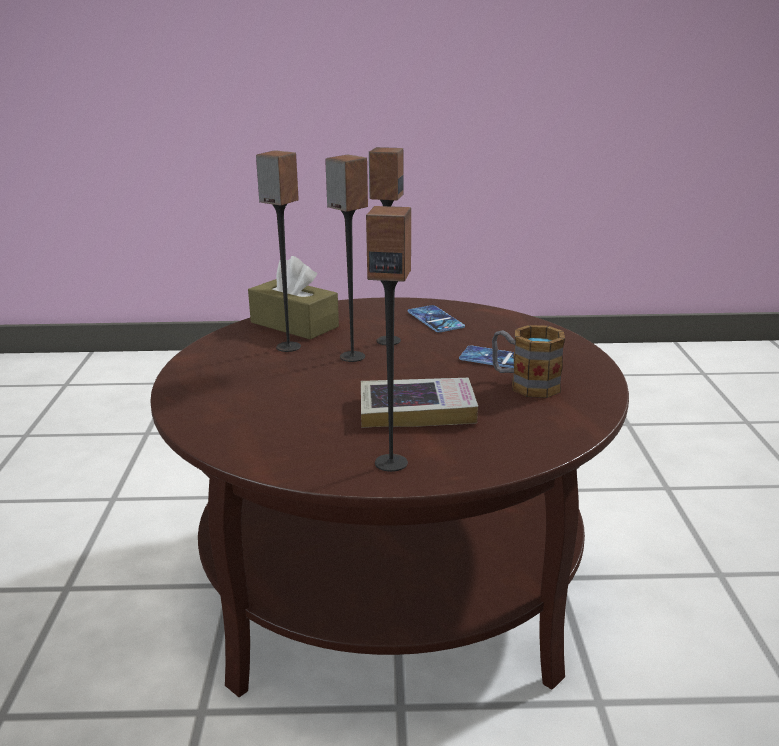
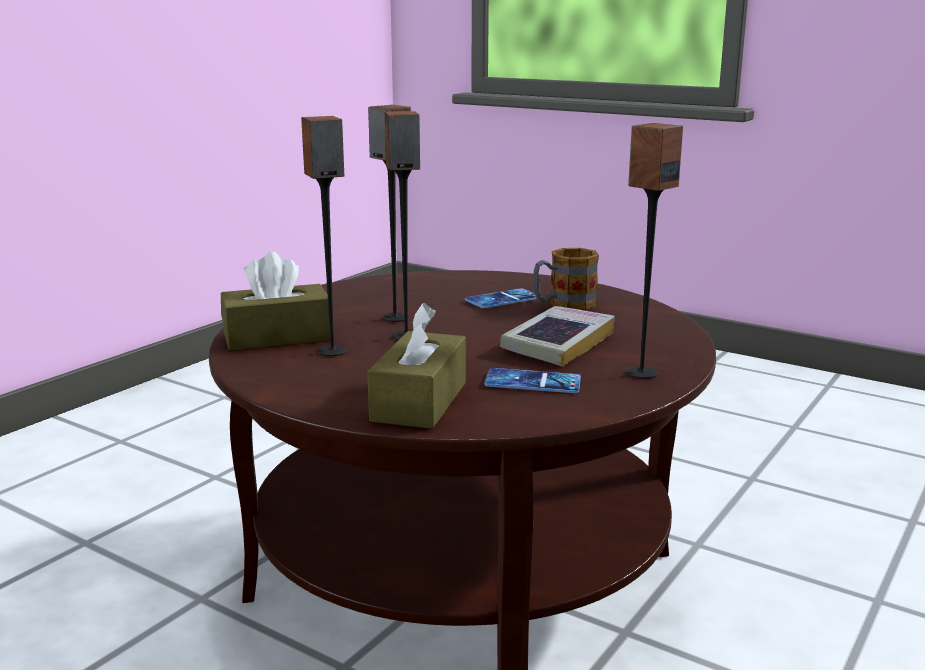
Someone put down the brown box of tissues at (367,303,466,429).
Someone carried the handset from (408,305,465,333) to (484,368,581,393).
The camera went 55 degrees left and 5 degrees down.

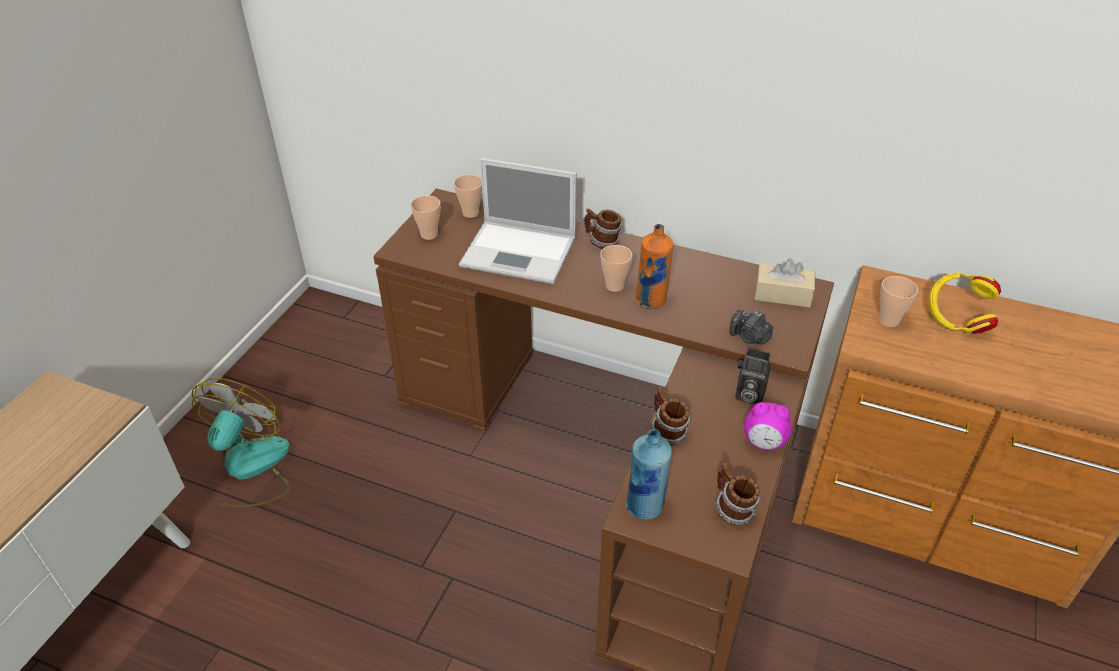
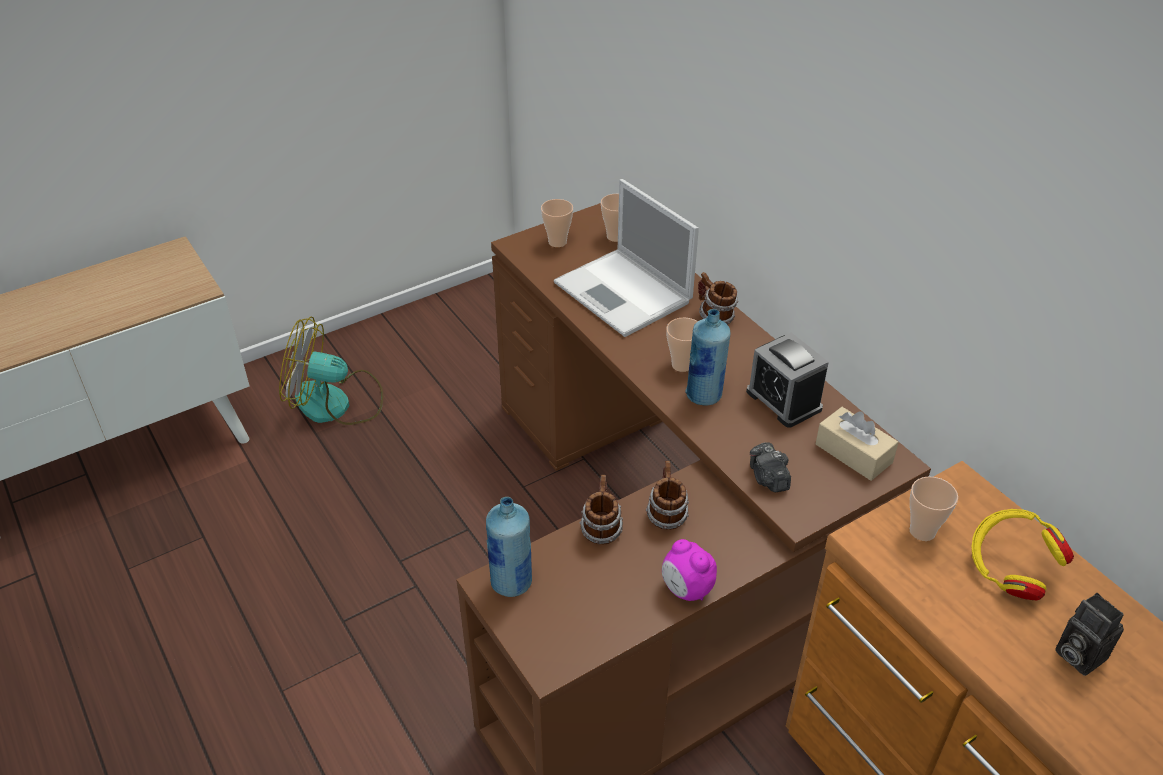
Someone put down the alarm clock at (746,333,829,428).
Someone carried the coffee mug from (715,463,760,526) to (646,461,689,530).
Someone carried the still camera from (735,348,771,405) to (1055,593,1124,676).
Someone repainted the orangey drink bottle at (636,224,673,309), which became the blue drink bottle at (685,309,730,406).
Someone rotated the electric fan at (192,378,290,507) by 135 degrees counterclockwise.
The camera went 35 degrees right and 0 degrees up.

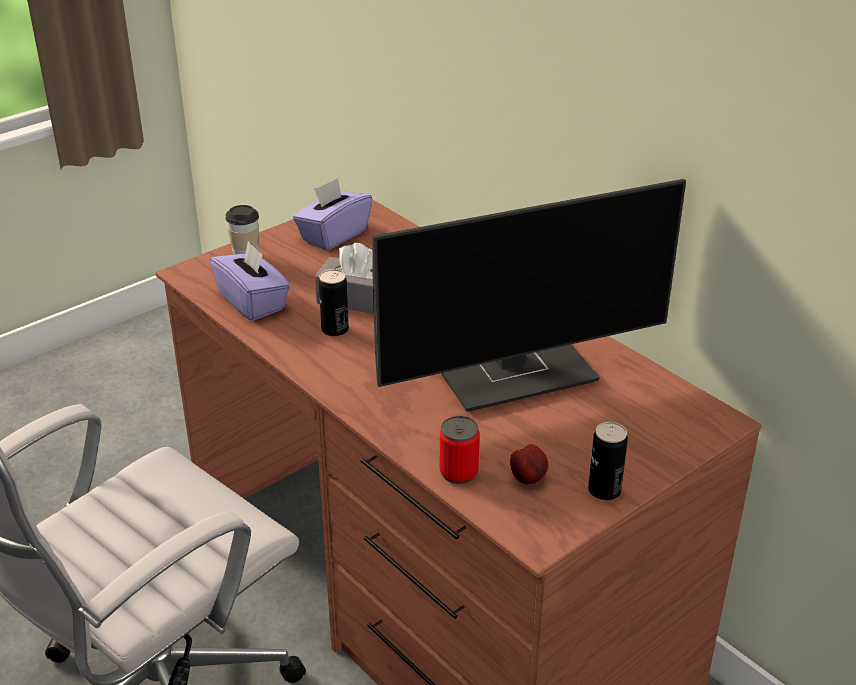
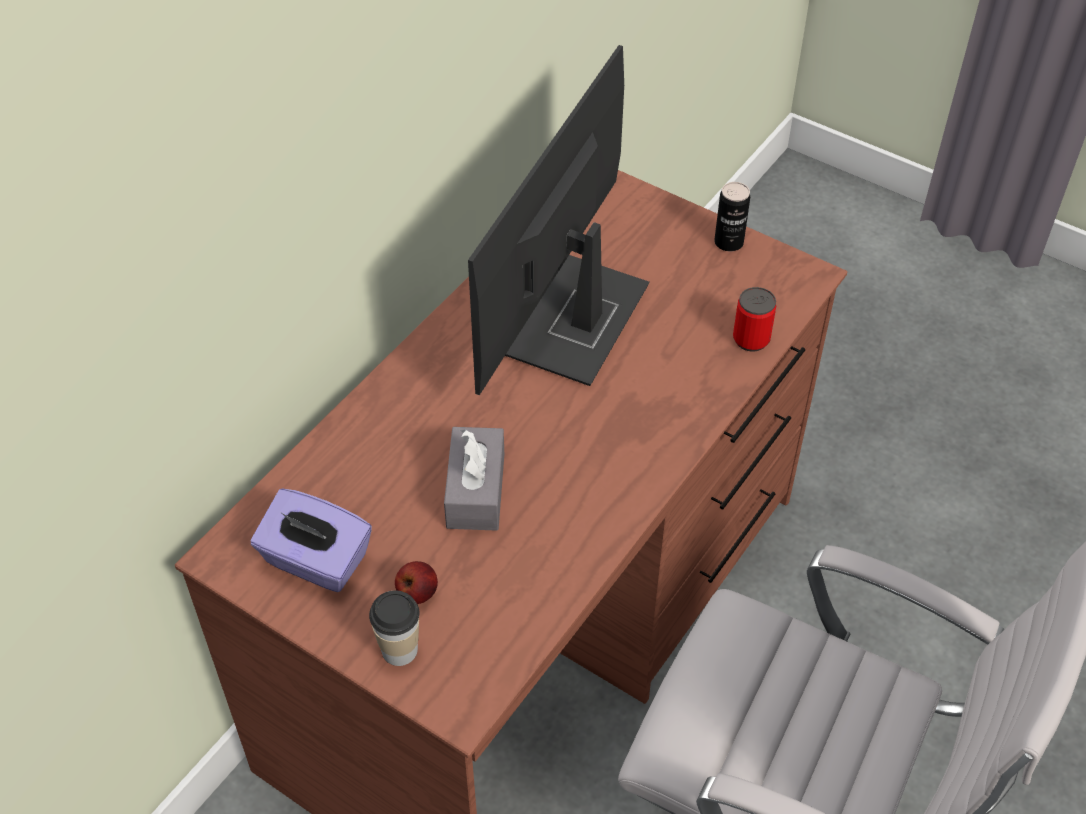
Someone took away the purple box of tissues at (210,241,290,321).
Someone took away the metal can at (319,269,349,337).
Someone carried the apple from (510,444,548,484) to (395,561,438,604).
Someone rotated the computer screen at (373,179,686,412) by 120 degrees counterclockwise.
The camera went 105 degrees left and 15 degrees up.

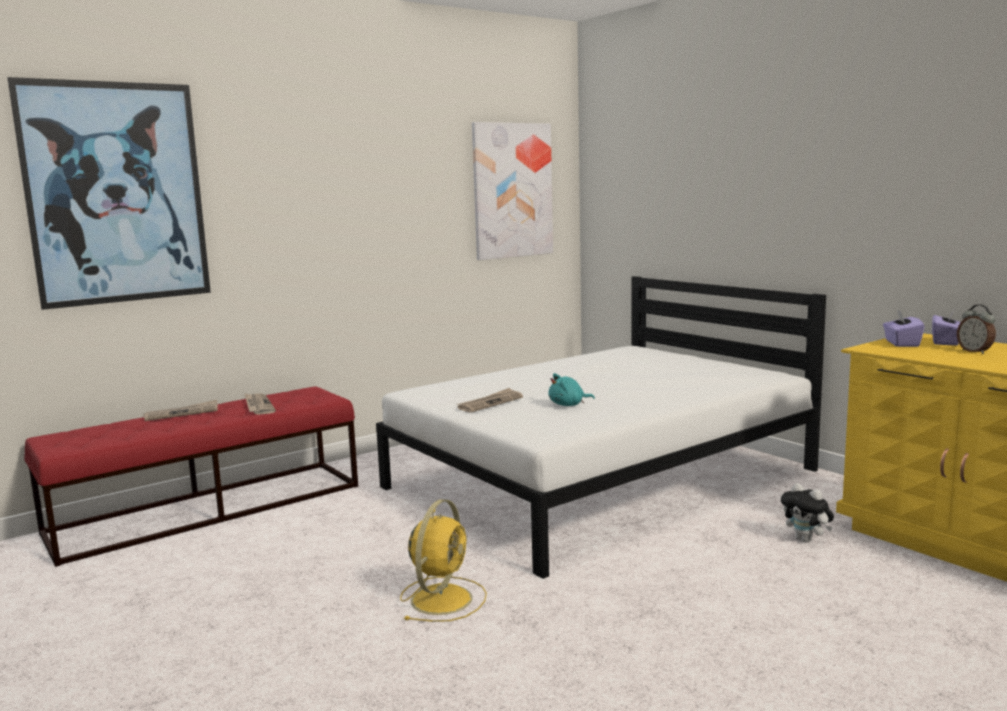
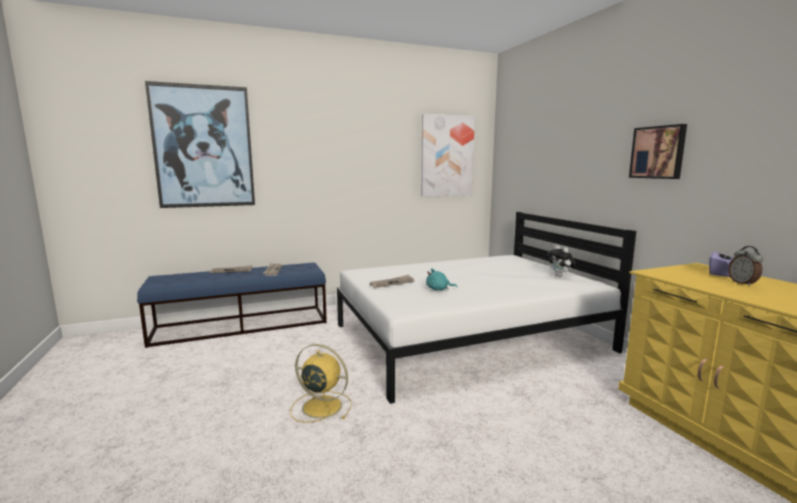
Someone took away the purple box of tissues at (883,310,925,347).
Someone put up the picture at (629,124,687,179).
Someone carried the soft toy from (781,483,834,543) to (548,245,576,276).
Someone repainted the reddish bench at (24,386,358,567), which became the blue bench at (137,263,327,348).
Someone rotated the yellow-coloured electric fan at (400,499,487,622) by 105 degrees counterclockwise.
The camera went 15 degrees right and 0 degrees up.

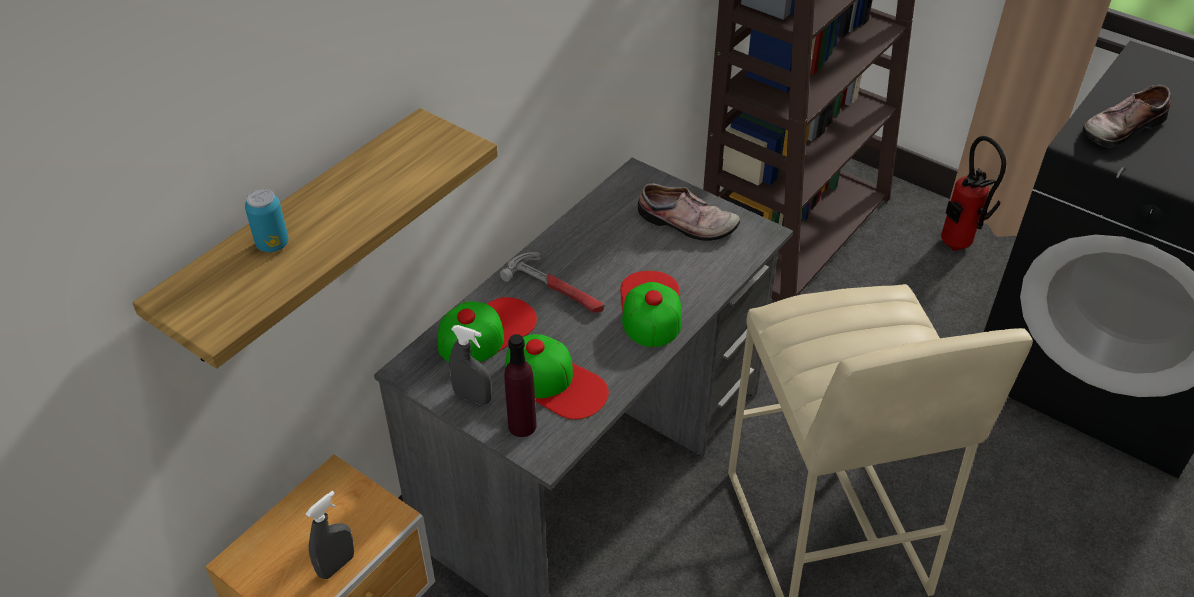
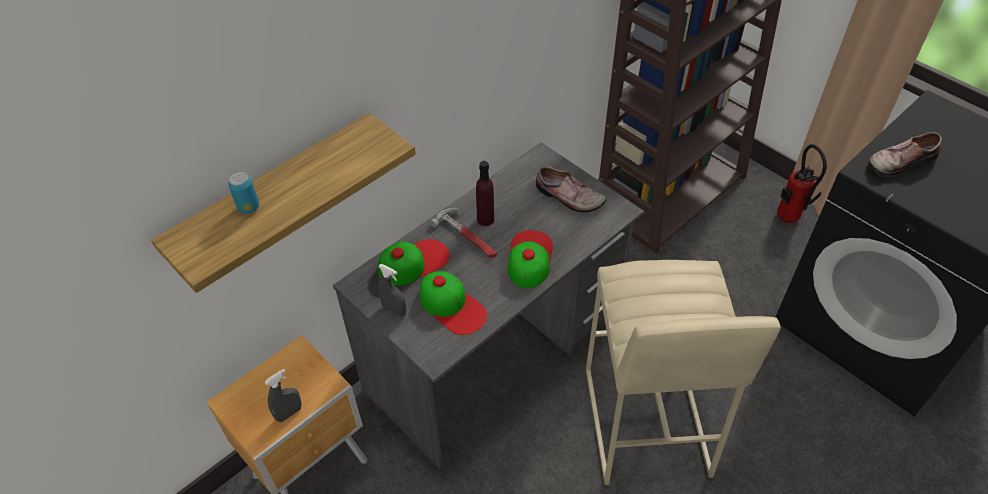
Someone carried the purple drink bottle from (504,334,537,437) to (476,161,494,226).
The camera went 10 degrees right and 5 degrees up.

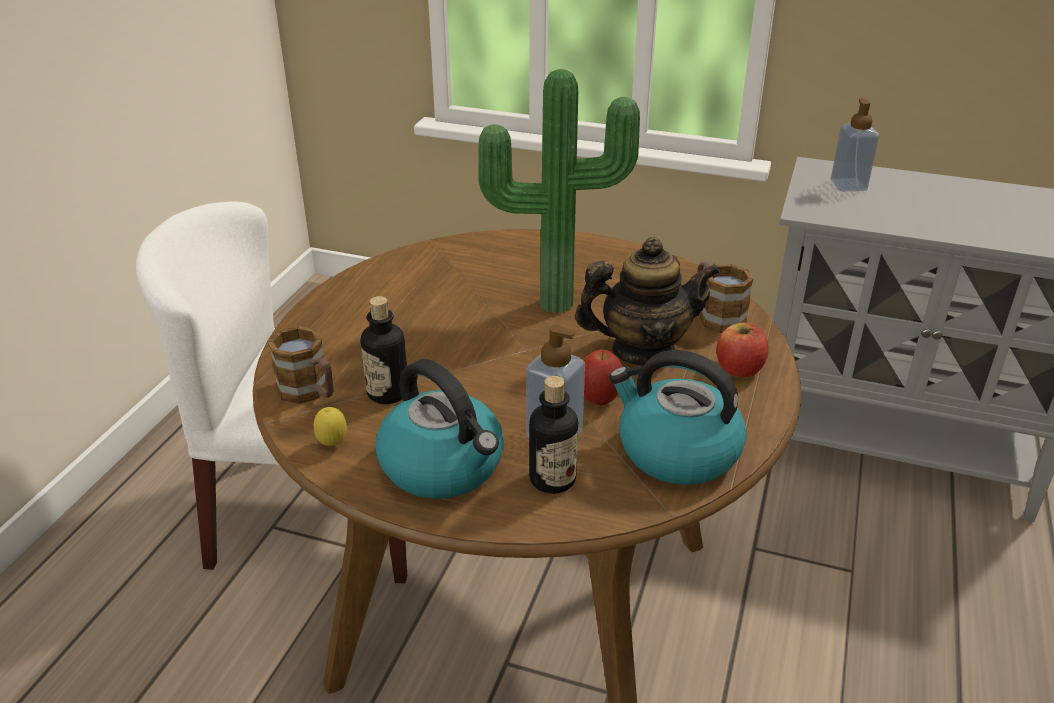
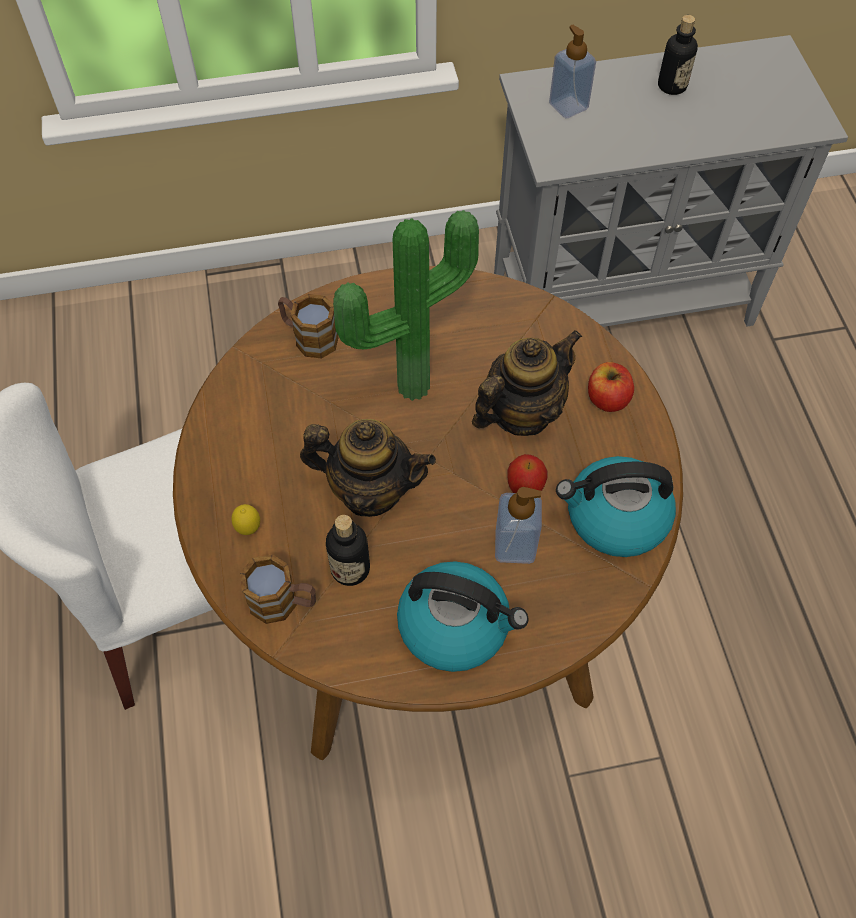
Someone put down the teapot at (300,419,436,517).
Someone carried the whole lemon from (314,407,347,446) to (231,504,260,535).
Someone carried the drink bottle from (529,376,578,494) to (658,15,698,95).
Someone carried the coffee mug from (697,262,753,333) to (278,294,339,359).
The camera went 30 degrees left and 25 degrees up.

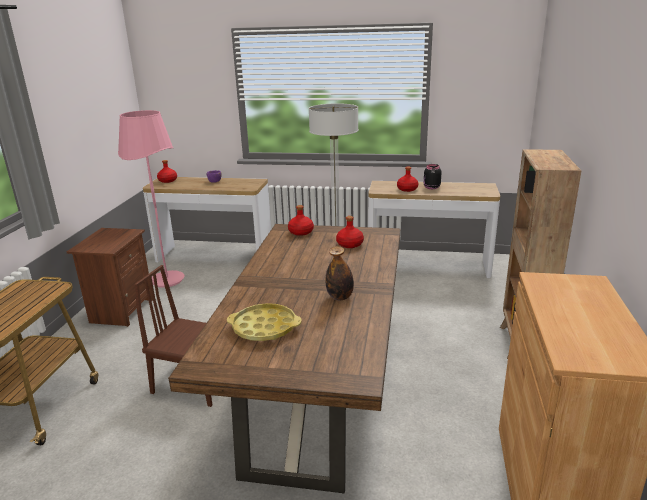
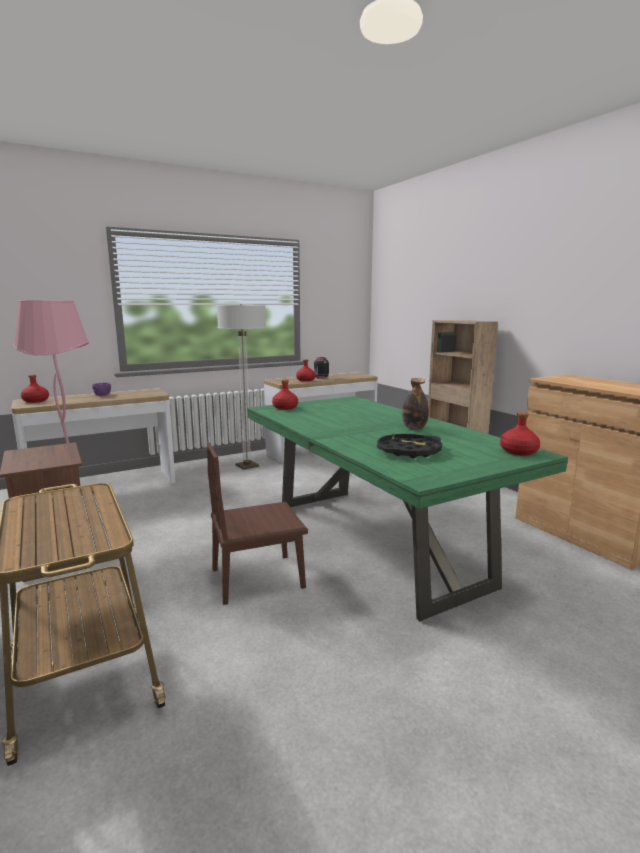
Someone carried the reddish drink bottle from (336,216,364,248) to (500,412,540,455).
Someone repainted the brown dining table at (168,224,400,493), which became the green-coloured dining table at (247,396,568,621).
Someone repainted the yellow-coloured carrying tray at (227,303,302,341), which became the blackish carrying tray at (377,434,442,458).
The camera went 40 degrees left and 10 degrees down.

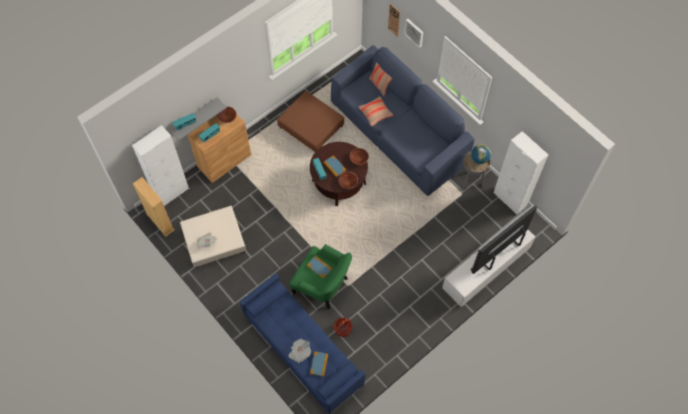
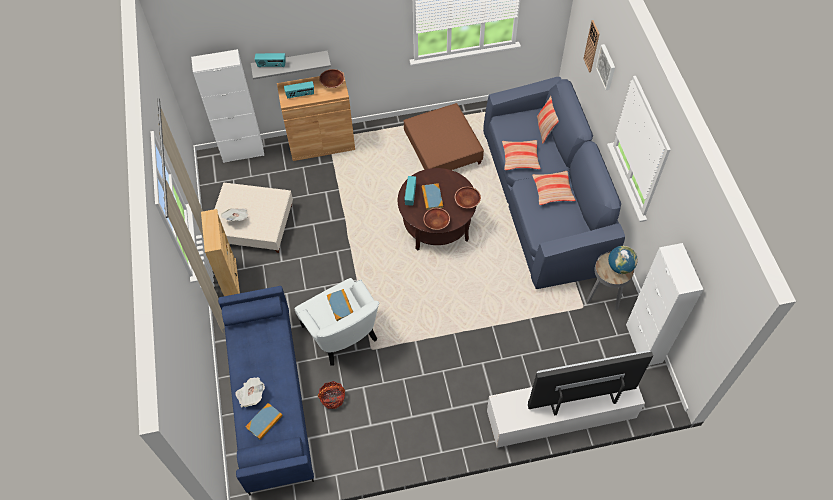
Someone put down the throw pillow at (532,171,576,205).
Someone carried the beige-coloured bookshelf from (133,177,174,237) to (201,209,240,296).
Someone repainted the green-coloured armchair at (289,244,352,309), which became the white armchair at (295,278,379,366).
The camera went 30 degrees right and 5 degrees down.

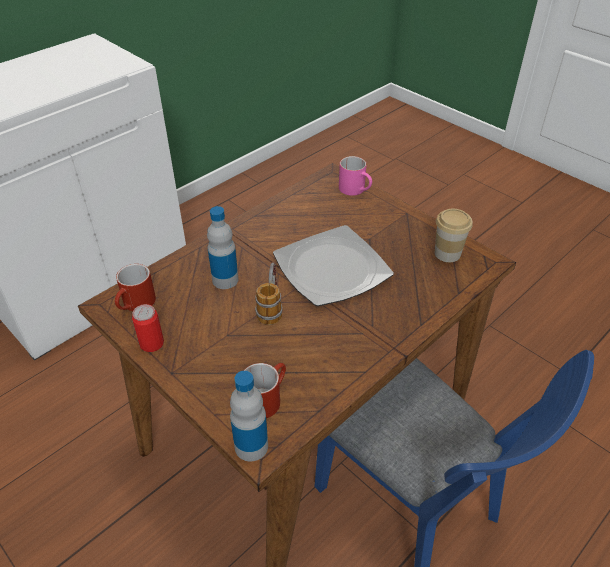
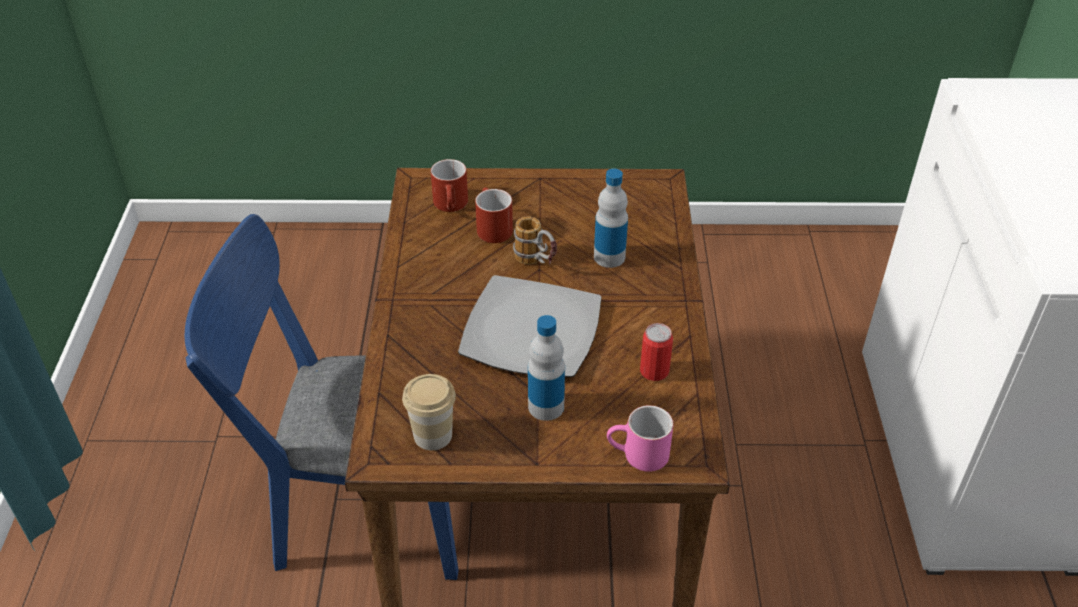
Someone carried the reddish coffee mug from (115,264,156,311) to (475,188,513,243).
Someone carried the metal can from (132,304,164,352) to (640,323,673,381).
Someone carried the drink bottle from (230,371,268,462) to (528,315,565,421).
The camera went 135 degrees right and 0 degrees up.

